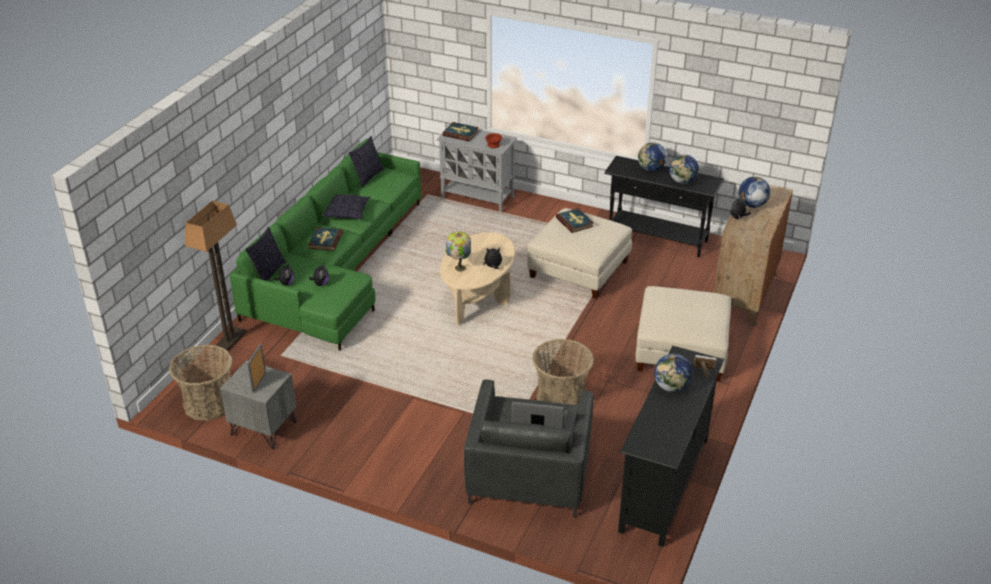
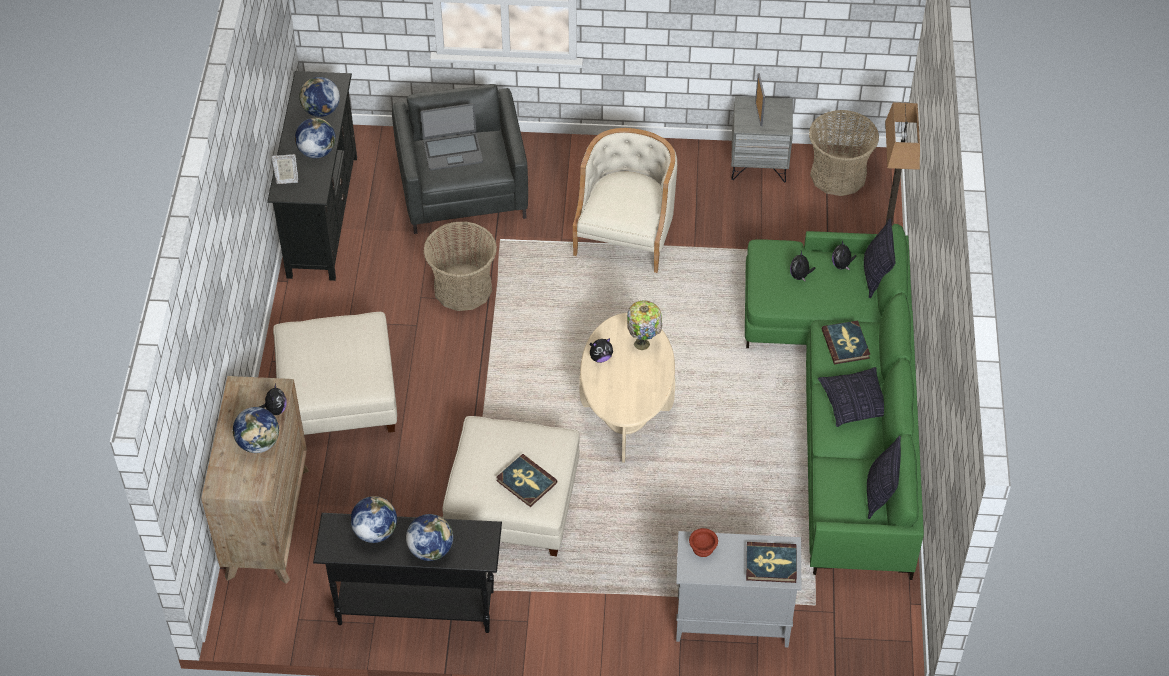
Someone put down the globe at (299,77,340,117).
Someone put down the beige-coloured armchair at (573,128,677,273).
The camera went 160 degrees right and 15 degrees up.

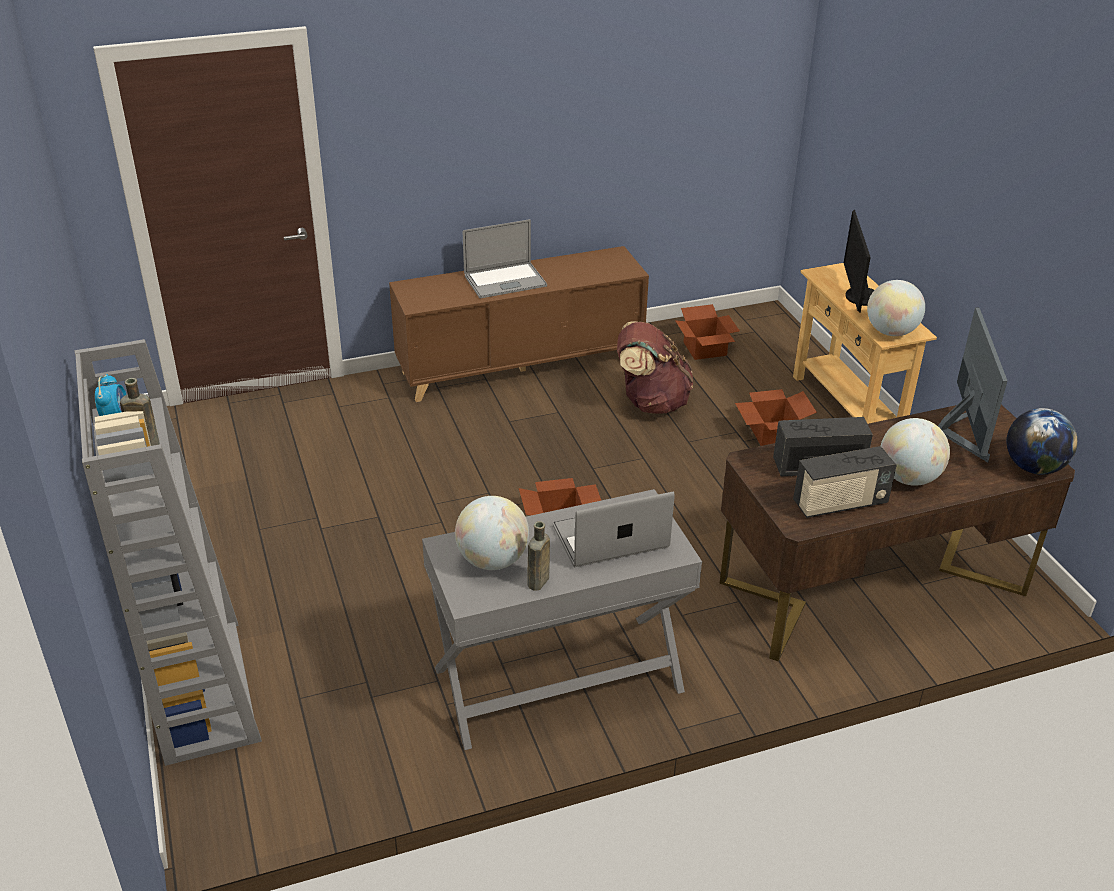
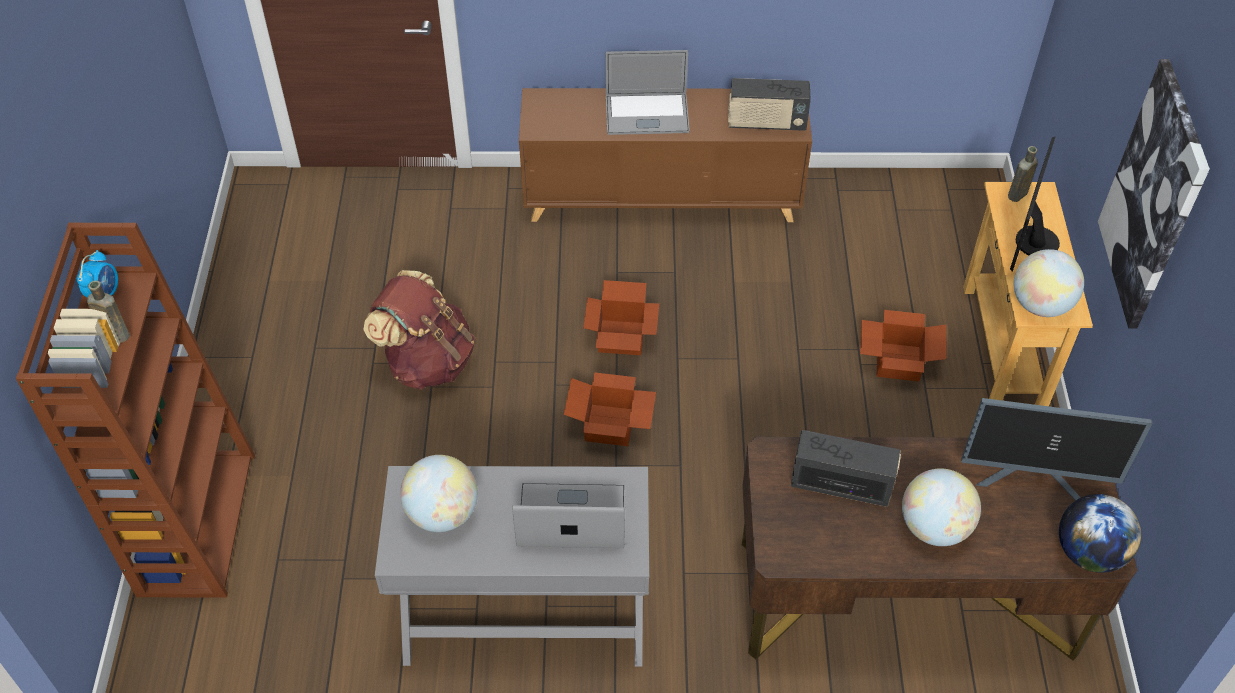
Someone put up the picture at (1098,59,1210,328).
Someone carried the brown drink bottle from (527,521,550,591) to (1008,146,1038,202).
Someone carried the brown rucksack from (617,322,693,413) to (363,270,475,390).
Someone carried the packing box from (675,304,740,360) to (583,280,659,355).
Someone carried the radio from (793,446,896,518) to (728,78,811,131).
Someone repainted the greyish bookshelf at (75,339,262,766), which became the brown bookshelf at (16,223,255,598).
Someone rotated the computer screen at (938,307,1007,463) by 75 degrees clockwise.
The camera went 20 degrees right and 15 degrees up.

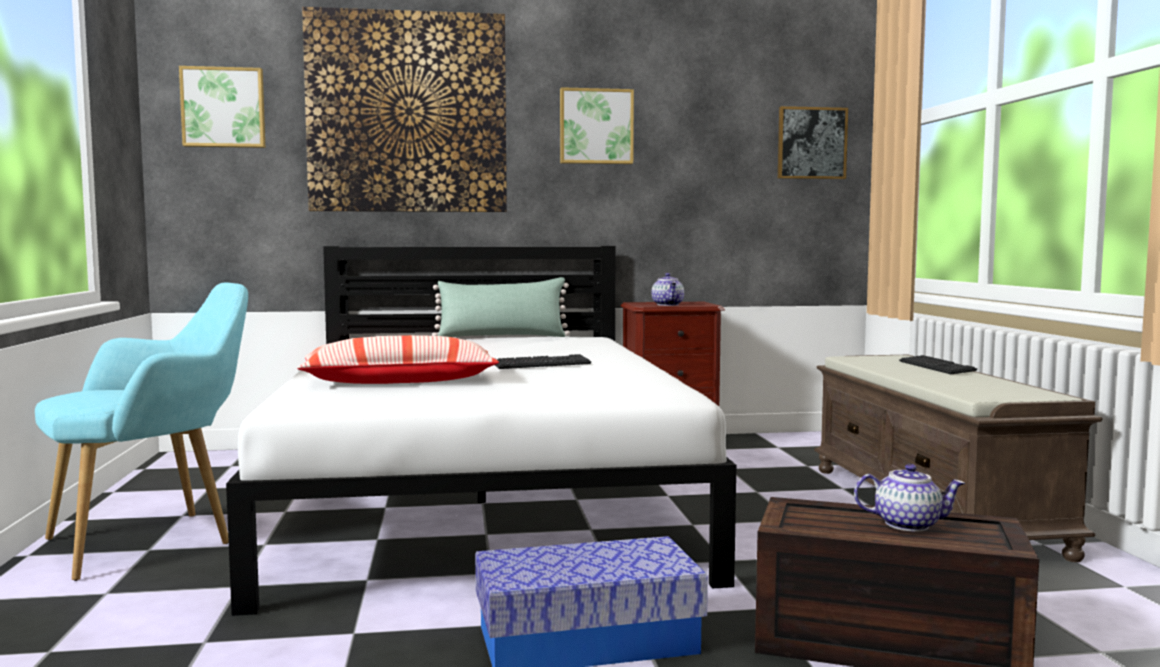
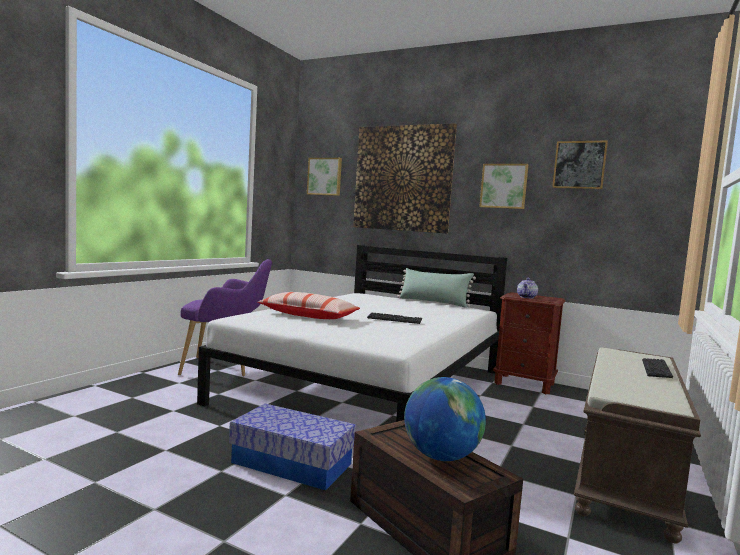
Someone carried the picture from (778,106,848,179) to (552,140,608,189).
Someone swapped the teapot at (854,464,965,532) for the globe at (404,377,486,461).
Someone repainted the turquoise-coloured armchair at (35,282,248,581), which became the purple armchair at (178,259,272,376).
The camera went 35 degrees right and 0 degrees up.

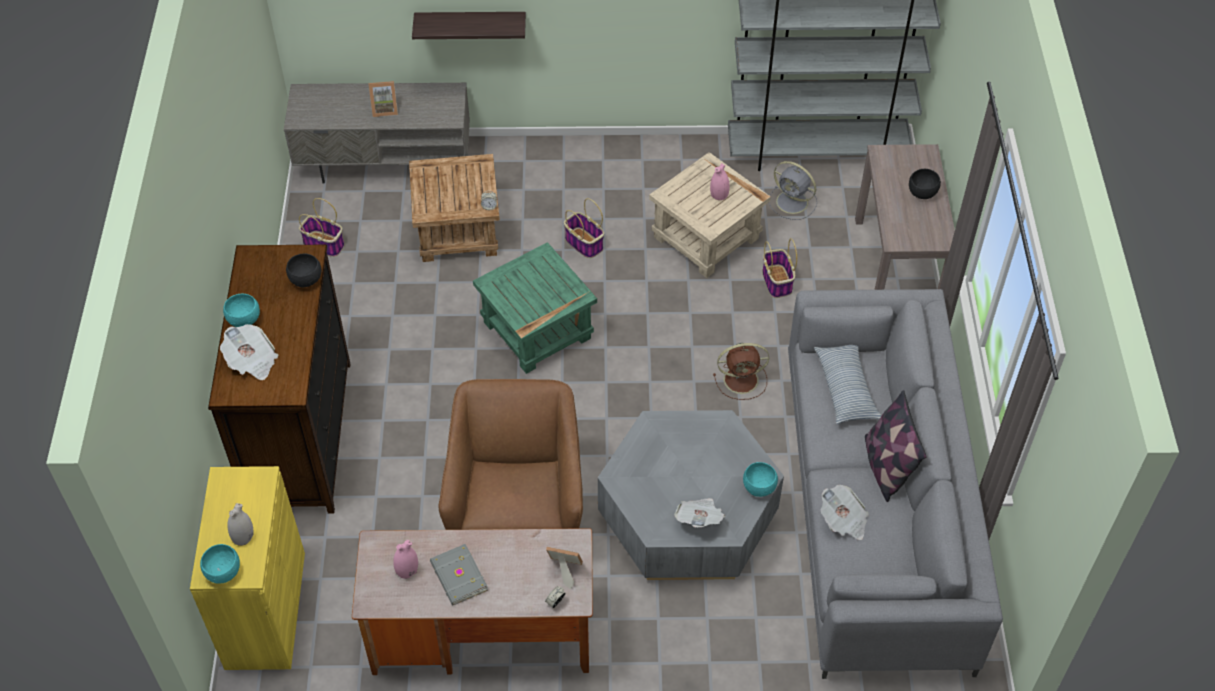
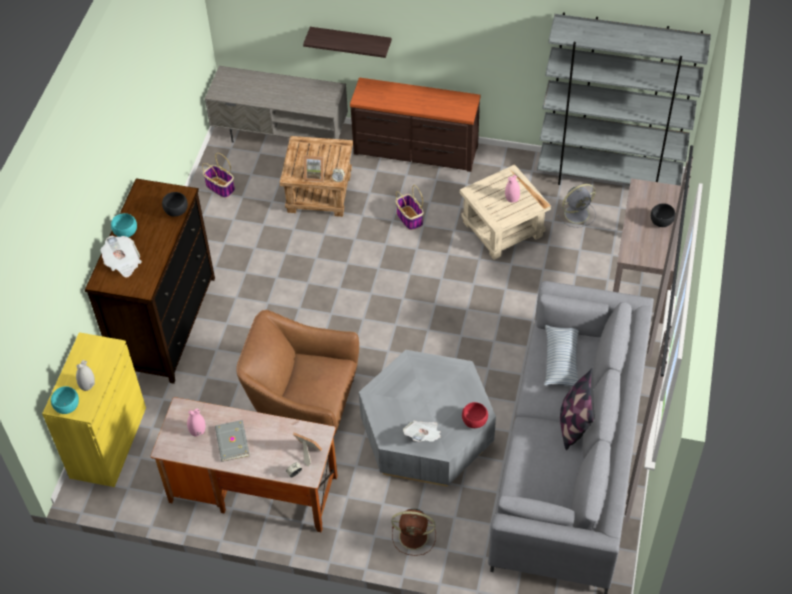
Someone took away the green-coloured side table at (473,242,597,374).
Someone took away the basket at (762,238,797,298).
Someone took away the newspaper at (821,485,869,540).
Someone put down the brown chest of drawers at (350,77,481,172).
Someone carried the photo frame from (369,81,398,117) to (304,155,324,182).
Someone carried the brown electric fan from (713,343,769,400) to (391,508,436,556).
Someone repainted the turquoise-coloured bowl at (743,462,778,497), which became the reddish bowl at (462,402,488,428).
Someone rotated the brown armchair at (438,379,583,530) by 90 degrees counterclockwise.
Someone rotated the greyish electric fan at (769,161,817,220) by 75 degrees counterclockwise.
The camera went 15 degrees right and 0 degrees up.

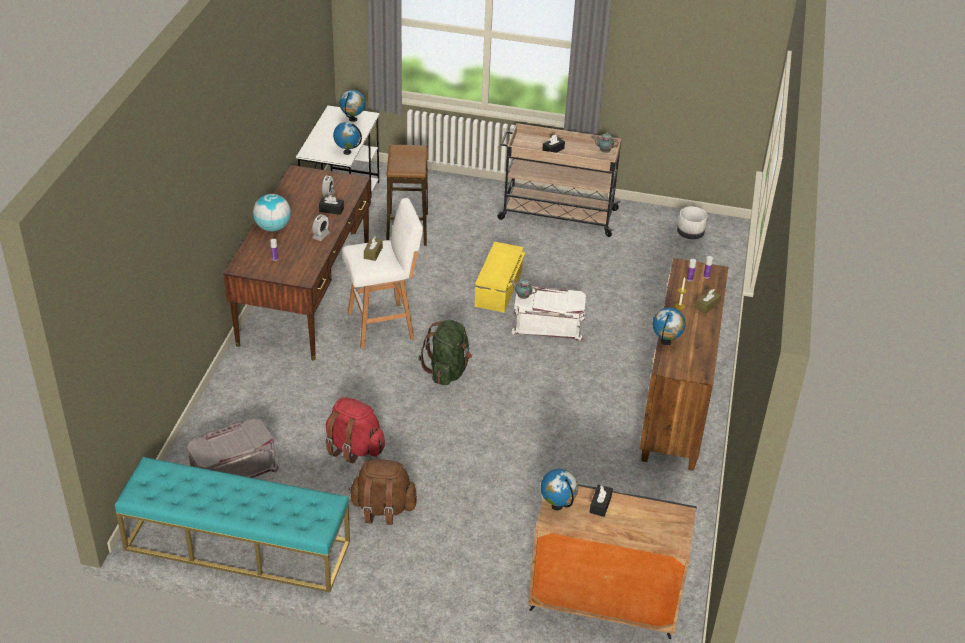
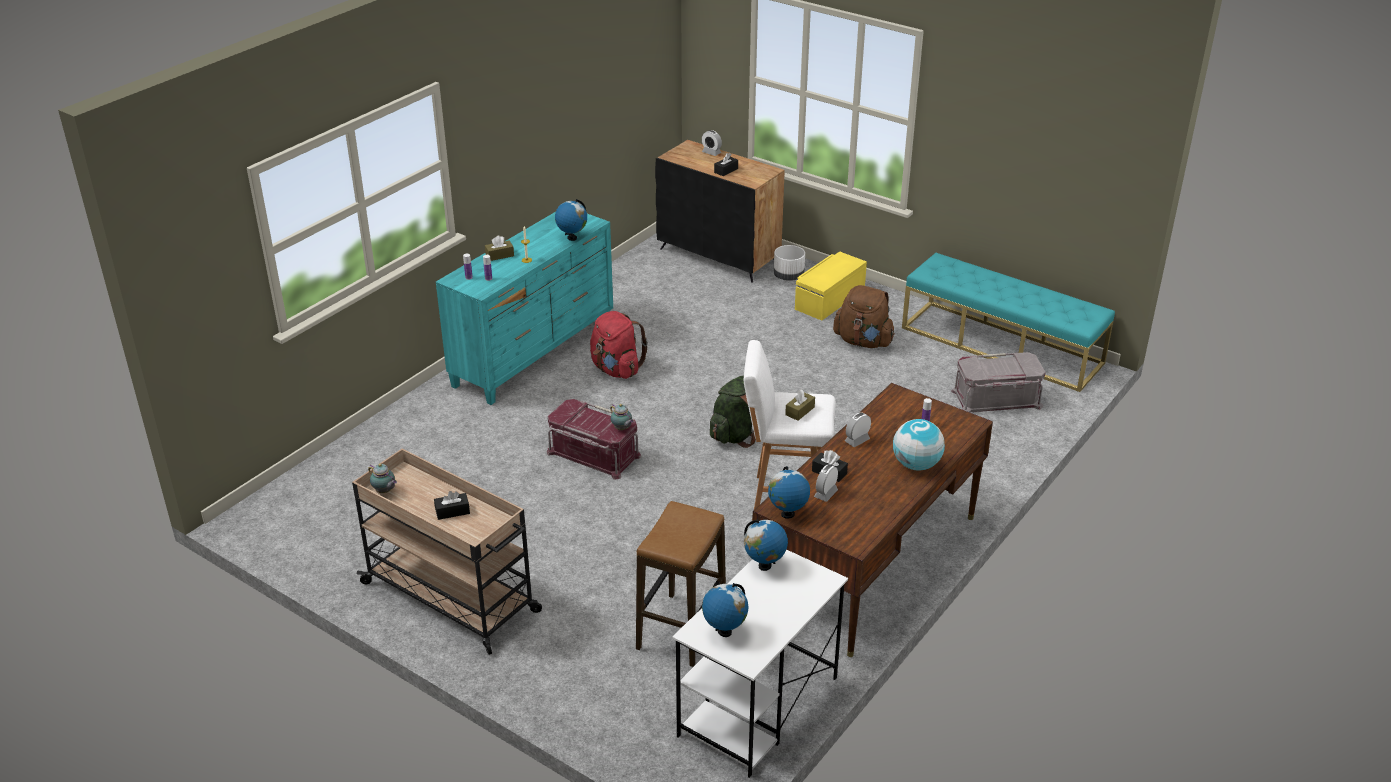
Someone put down the alarm clock at (702,130,722,156).
Someone carried the reddish rucksack from (325,397,385,463) to (590,311,648,379).
Someone carried the yellow-coloured storage box from (475,242,525,312) to (795,251,867,320).
Someone carried the globe from (541,469,578,510) to (768,466,810,519).
Someone carried the white planter from (677,207,708,239) to (774,245,805,281).
Someone repainted the white storage box at (511,286,586,342), which became the reddish storage box at (546,399,641,480).
Someone repainted the brown chest of drawers at (640,258,728,471), which became the turquoise-coloured chest of drawers at (436,212,613,405).
The camera went 155 degrees left and 5 degrees down.

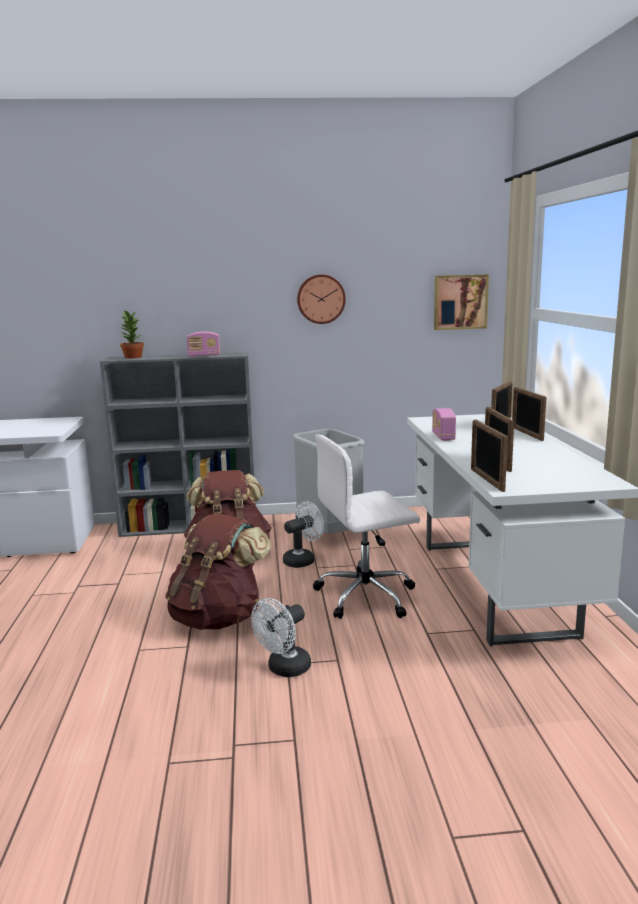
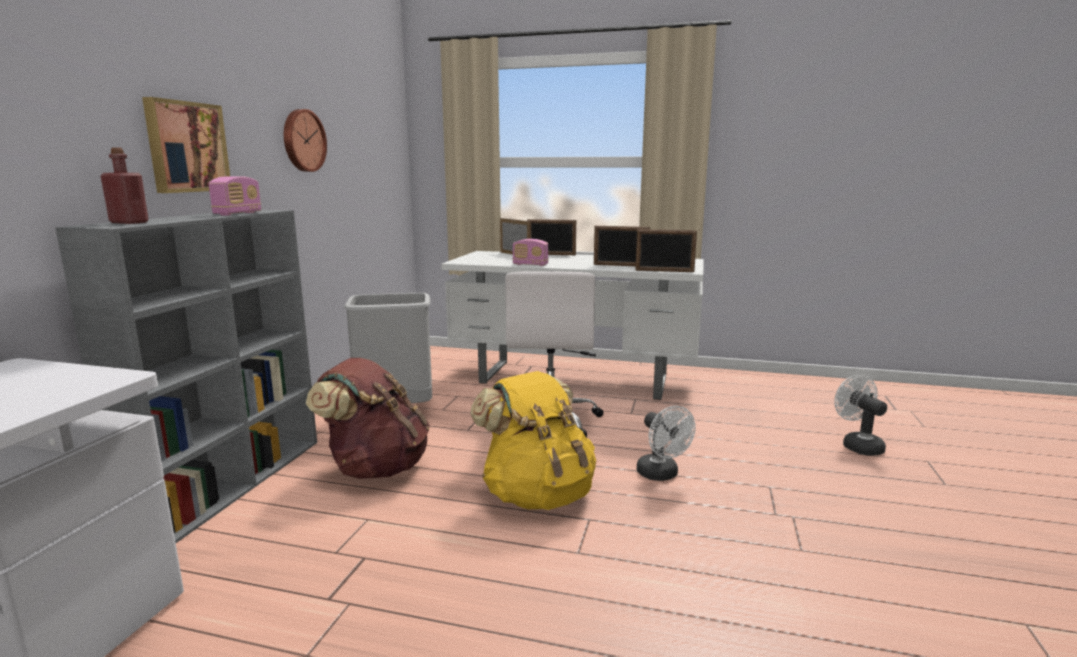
Someone carried the white electric fan from (283,502,324,568) to (834,375,887,456).
Someone carried the picture from (434,274,489,330) to (142,97,230,193).
Someone swapped the potted plant at (120,310,144,359) for the reddish drink bottle at (101,147,149,224).
Someone repainted the brown rucksack at (165,513,271,630), which became the yellow-coloured rucksack at (470,371,596,510).
The camera went 70 degrees left and 0 degrees up.

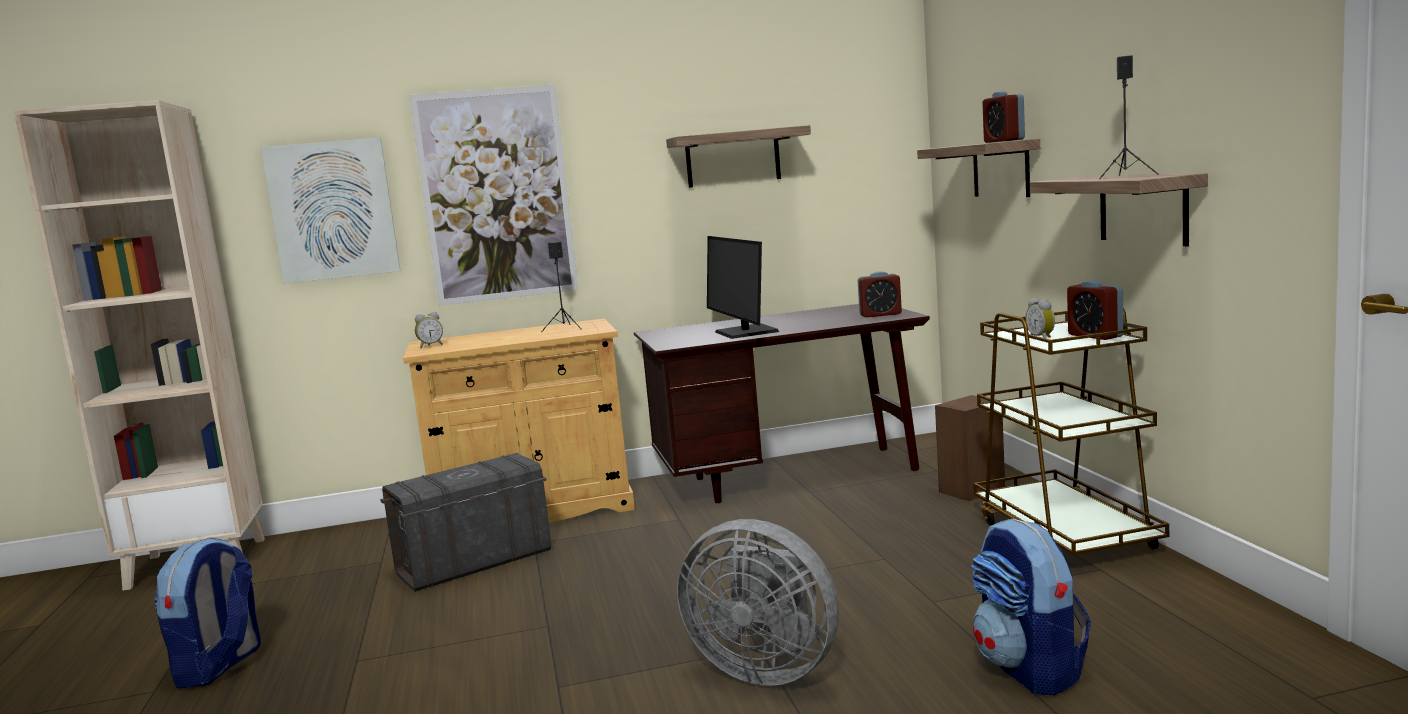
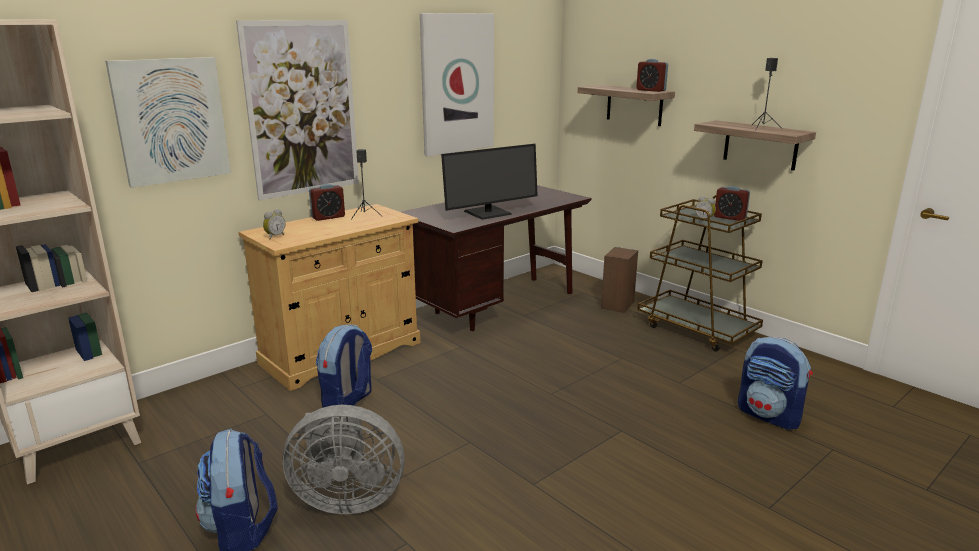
Someone carried the greyish electric fan from (677,519,839,686) to (283,405,405,514).
Someone carried the alarm clock from (858,271,902,318) to (309,184,345,221).
Someone swapped the greyish storage box at (380,453,552,592) for the rucksack at (315,324,372,408).
Someone swapped the bracket shelf at (666,125,811,188) for the picture at (420,13,494,157).
Someone rotated the computer screen at (707,236,779,339) by 75 degrees counterclockwise.
The camera went 30 degrees left and 10 degrees up.

